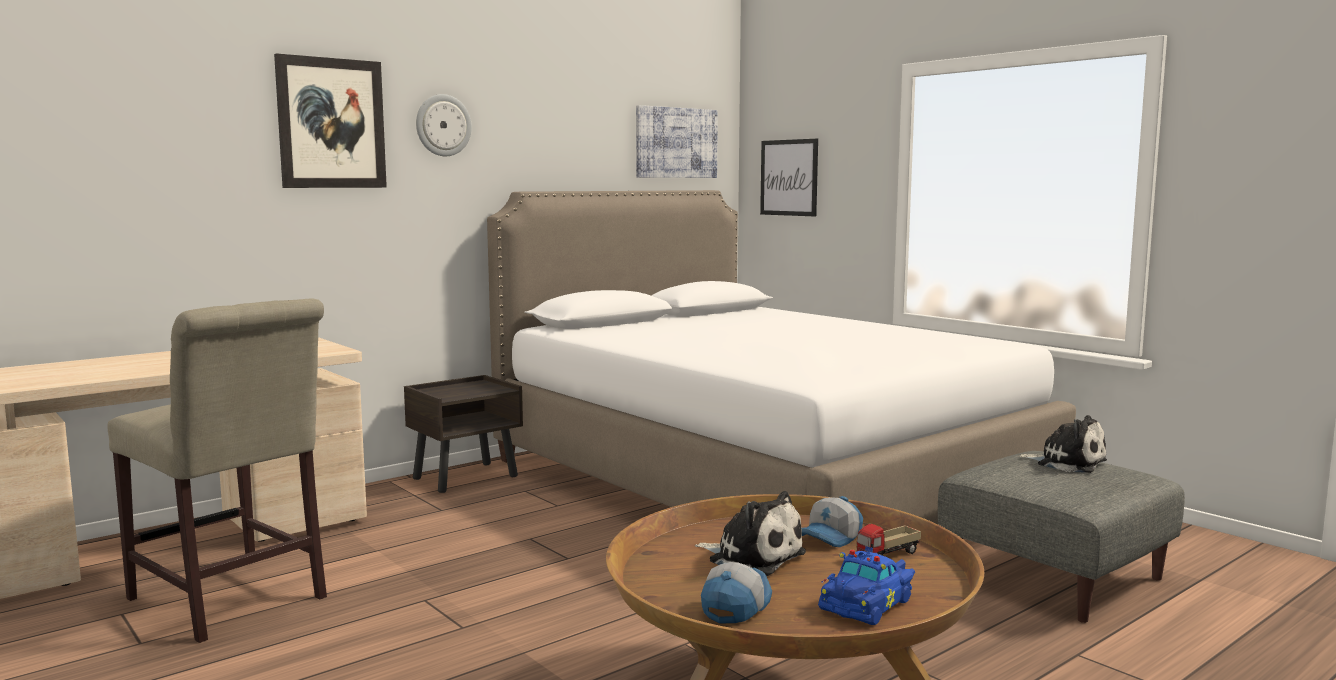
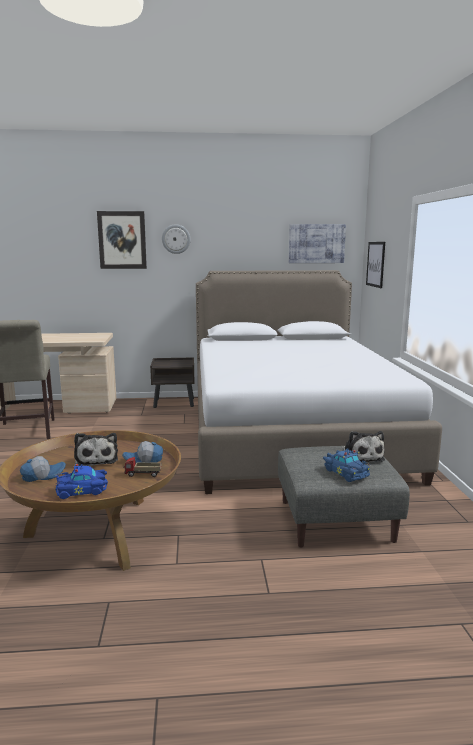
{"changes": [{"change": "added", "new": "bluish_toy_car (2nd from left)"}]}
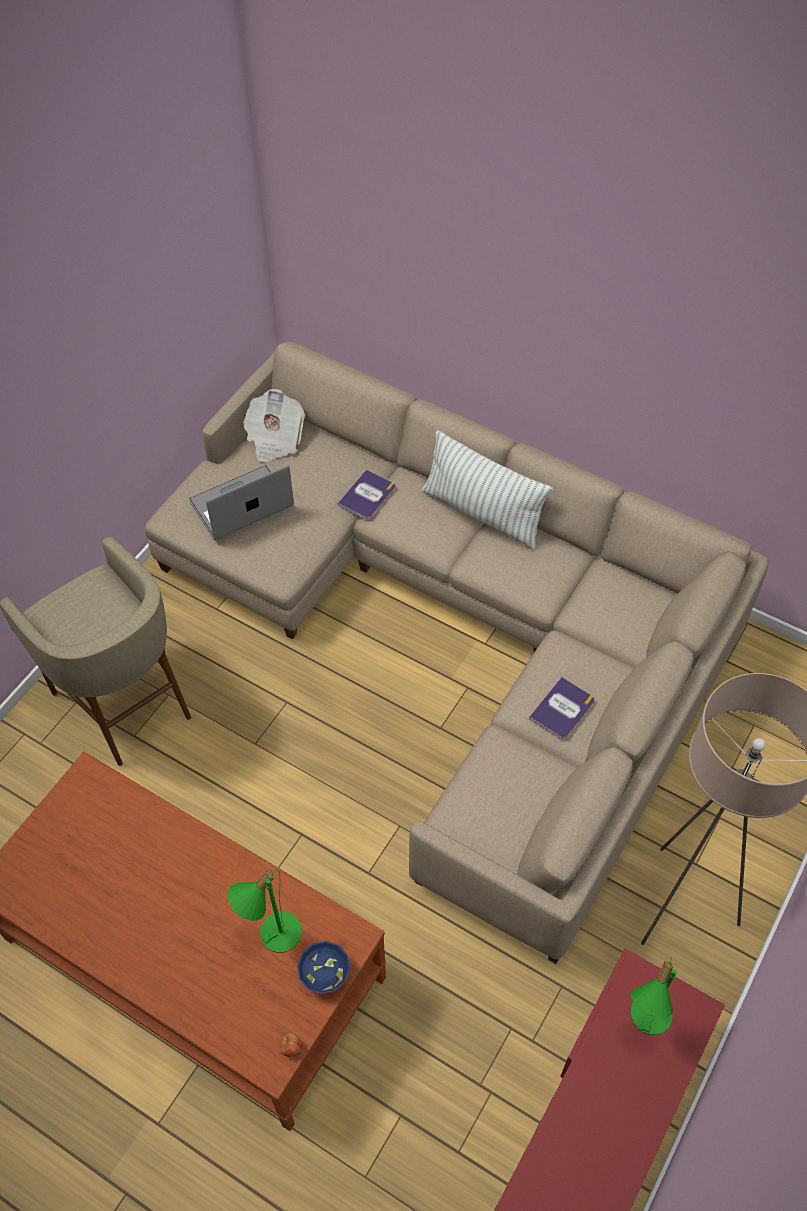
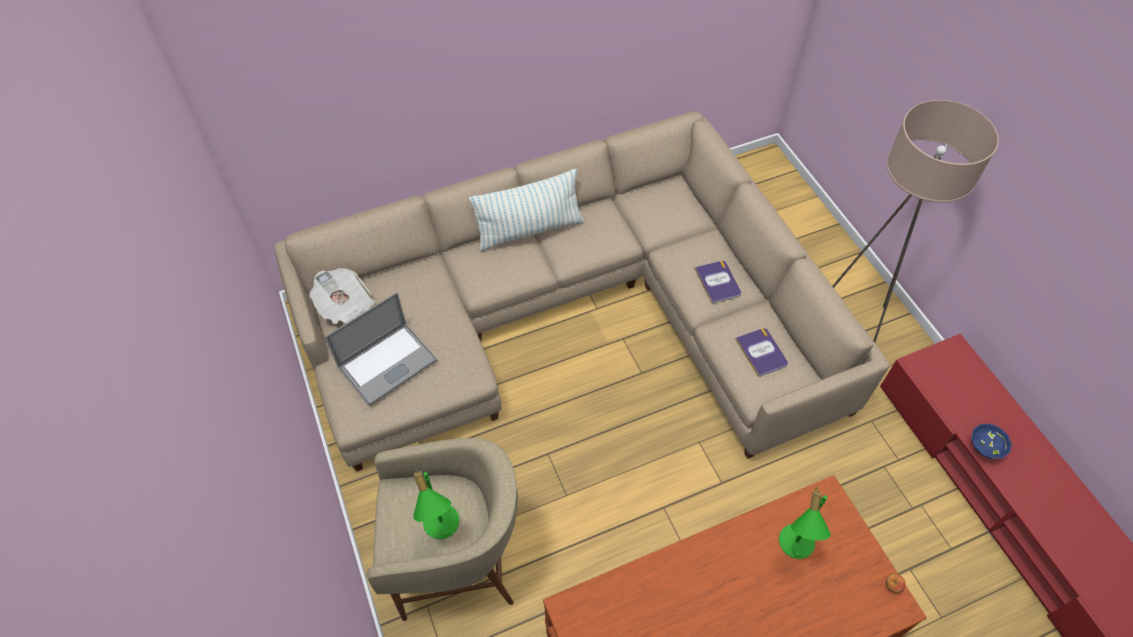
{"changes": [{"change": "turned", "old": "laptop", "degrees": -135}, {"change": "moved", "old": "bluish_bowl"}, {"change": "moved", "old": "volume (1st from left in the first image)", "new": "volume (2nd from left)"}, {"change": "moved", "old": "greenish_table_lamp (2nd from left in the first image)", "new": "greenish_table_lamp (1st from left)"}]}
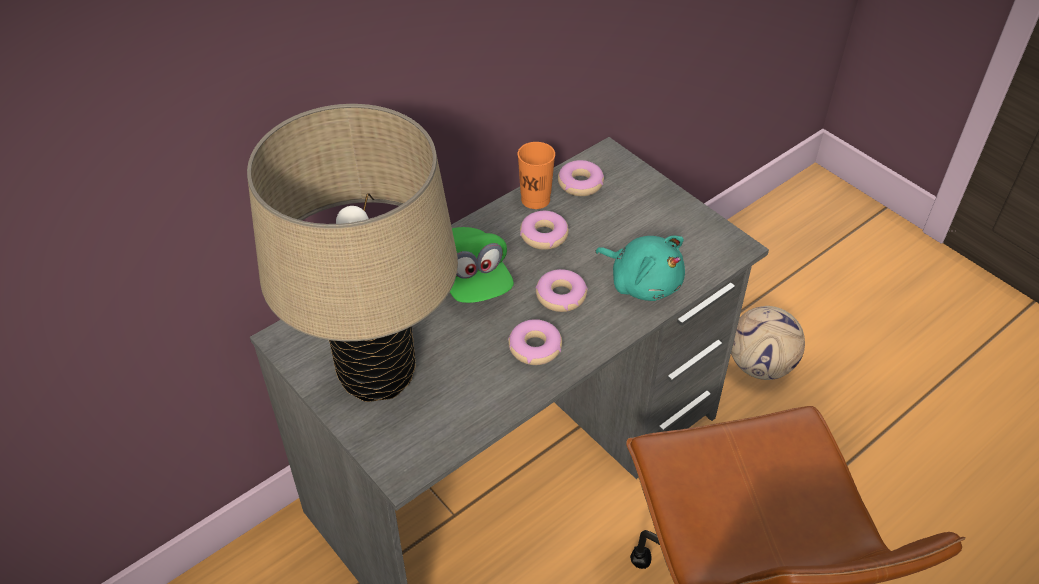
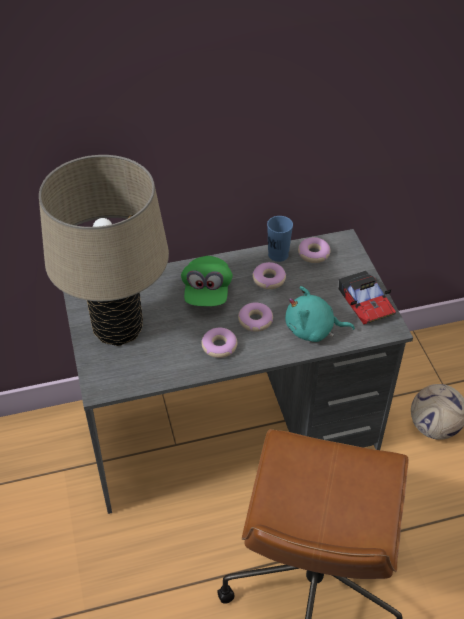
{"changes": [{"change": "recoloured", "old": "orange_drinking_cup", "new": "bluish_drinking_cup"}, {"change": "turned", "old": "turquoise_soft_toy", "degrees": 120}, {"change": "added", "new": "toy_car"}]}
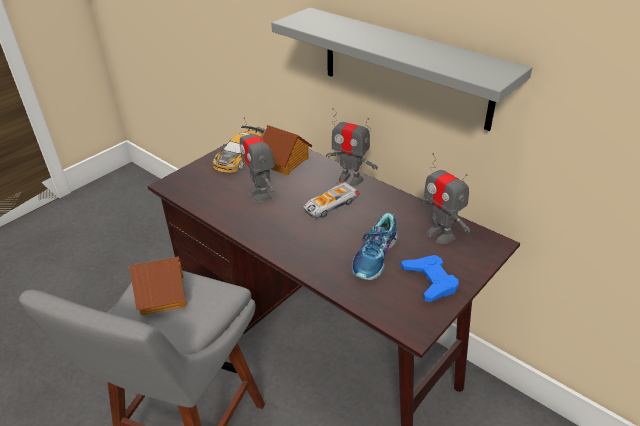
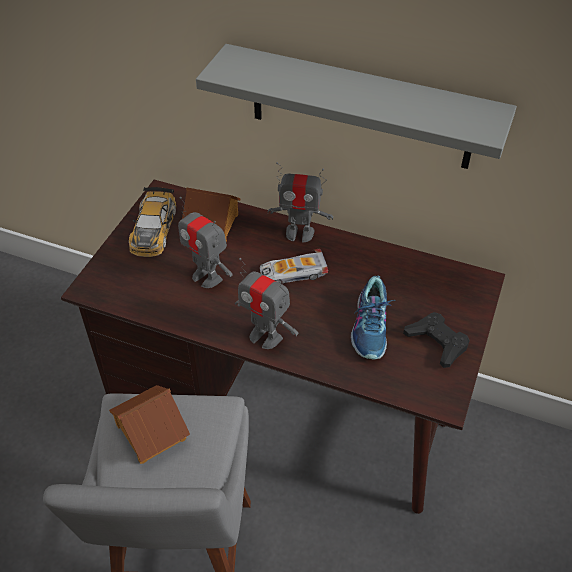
{"changes": [{"change": "turned", "old": "toy_car (2nd from left)", "degrees": 45}, {"change": "recoloured", "old": "bluish_game_controller", "new": "black-coloured_game_controller"}, {"change": "moved", "old": "model_robot (3rd from left in the first image)", "new": "model_robot (2nd from left)"}]}
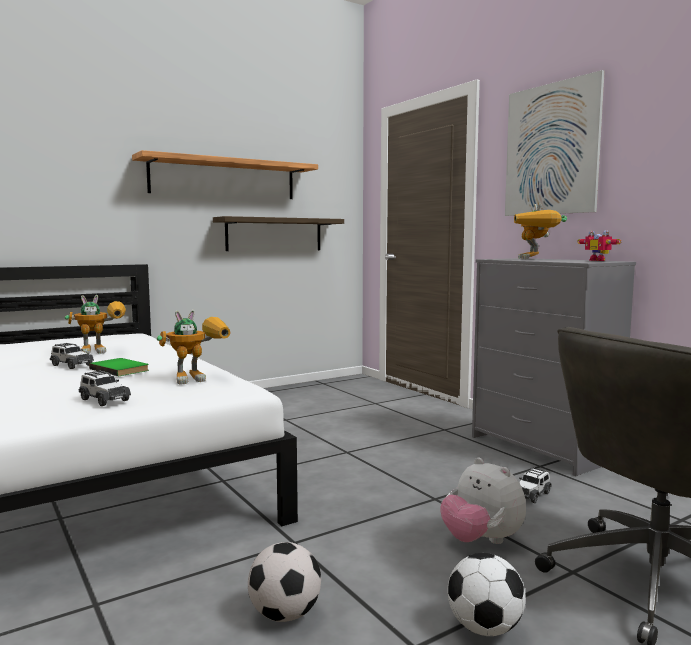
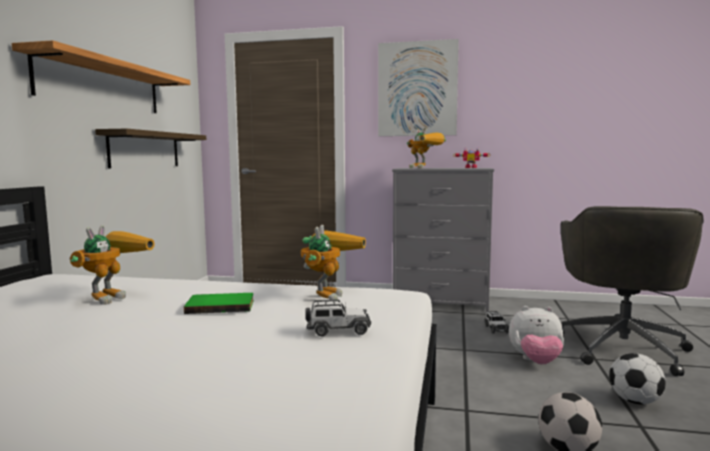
{"changes": [{"change": "removed", "old": "toy_car (1st from left)"}]}
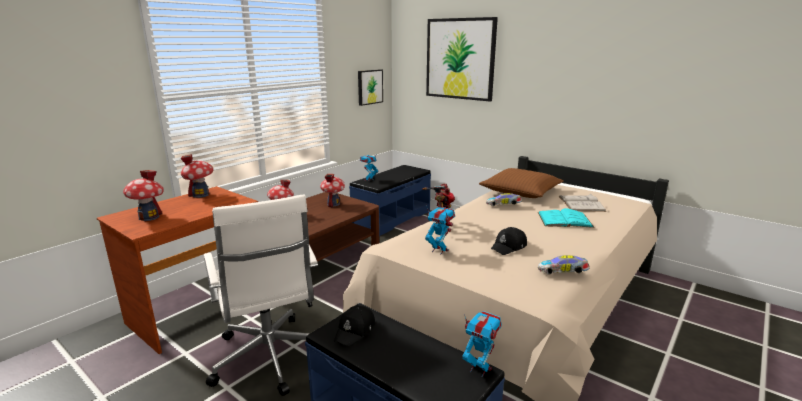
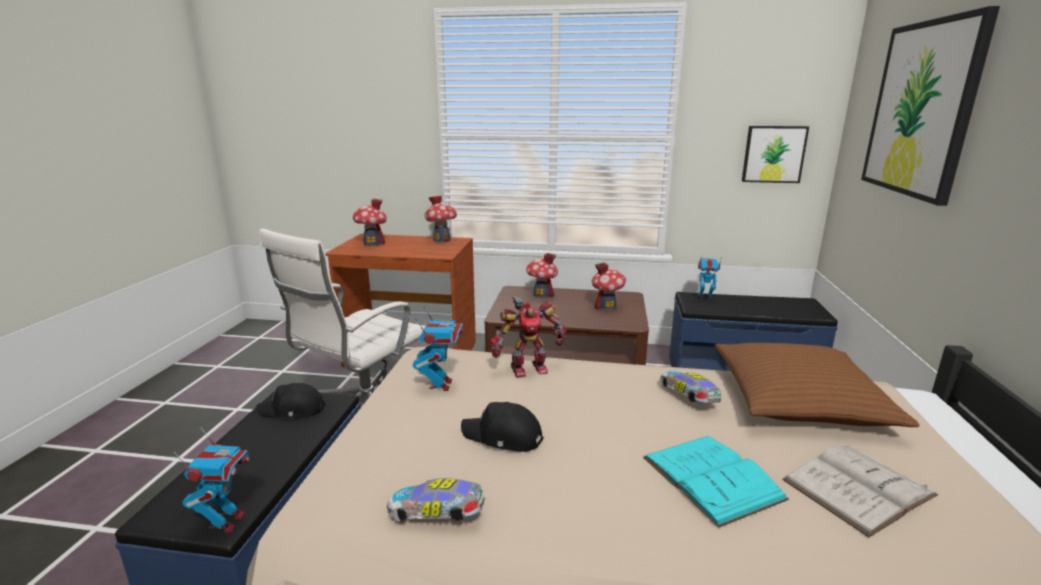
{"changes": [{"change": "turned", "old": "toy_car (2nd from left in the first image)", "degrees": -60}]}
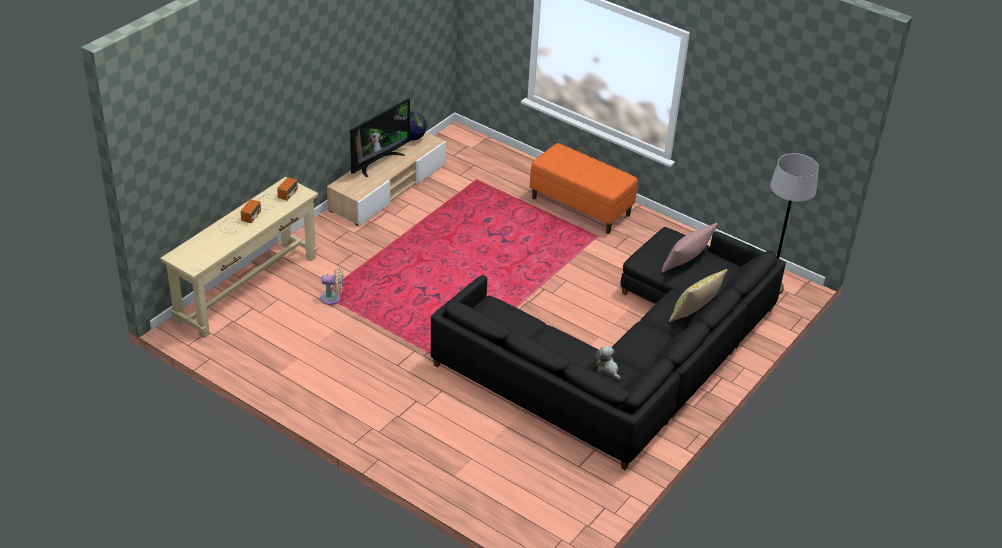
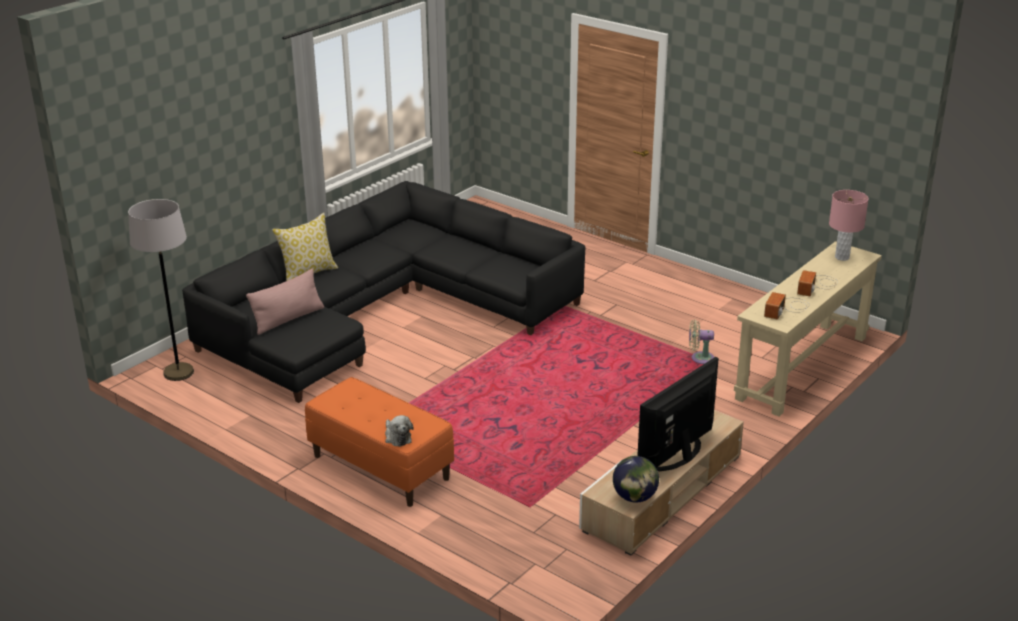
{"changes": [{"change": "moved", "old": "soft_toy"}, {"change": "added", "new": "pink-coloured_table_lamp"}]}
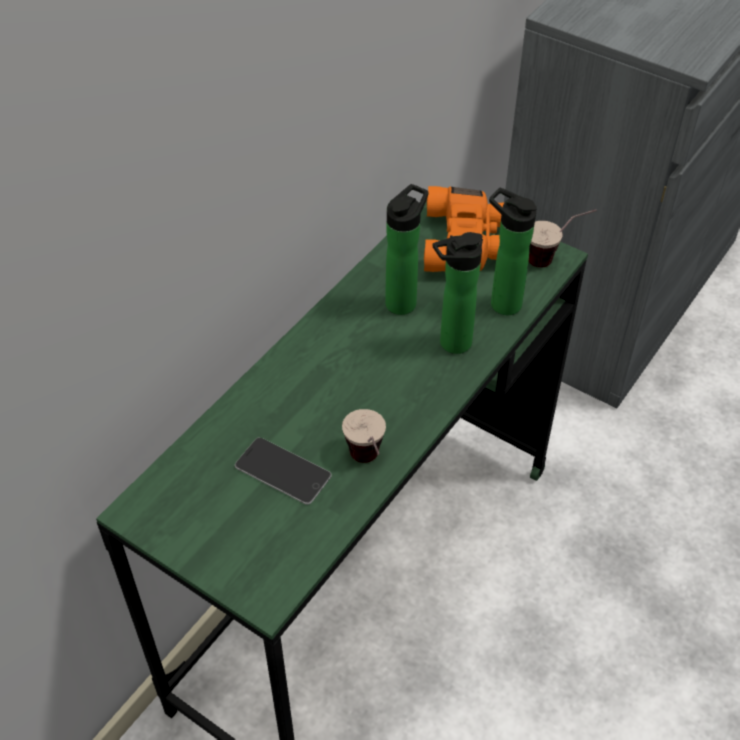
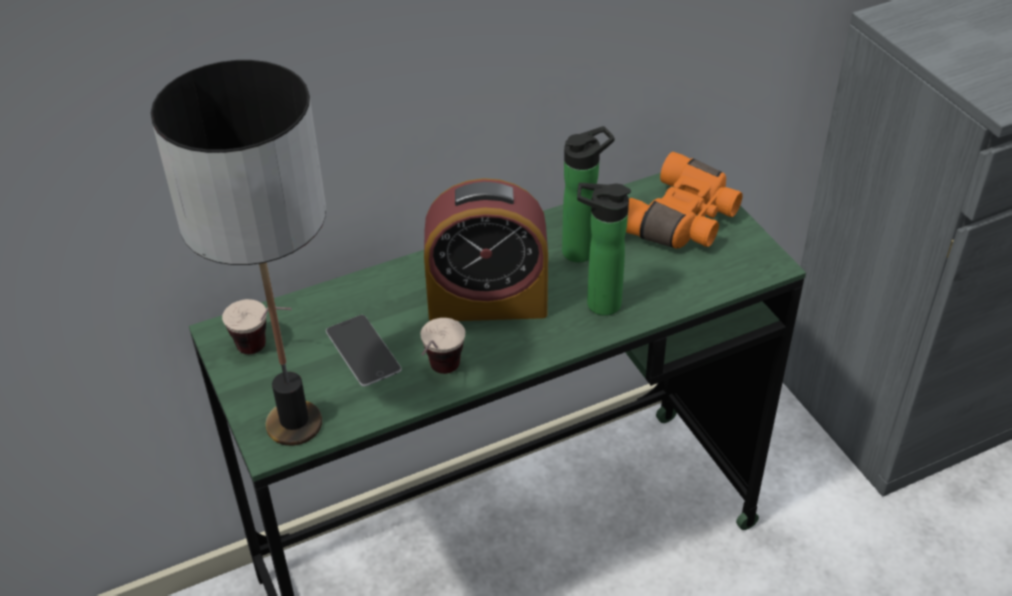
{"changes": [{"change": "removed", "old": "beverage_bottle (3rd from left)"}, {"change": "moved", "old": "drinking_cup (2nd from left in the first image)", "new": "drinking_cup (1st from left)"}, {"change": "added", "new": "table_lamp"}, {"change": "added", "new": "bedside_clock"}]}
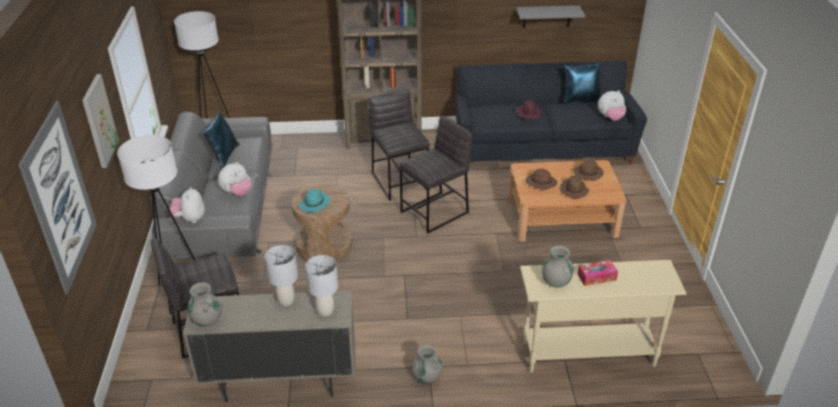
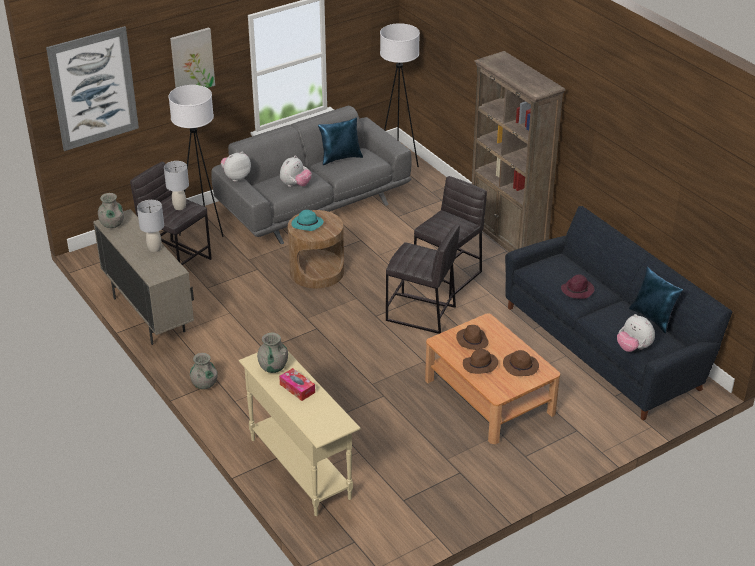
{"changes": [{"change": "turned", "old": "soft_toy (2nd from left)", "degrees": -75}, {"change": "moved", "old": "greyish_table_lamp (2nd from left)"}, {"change": "removed", "old": "greyish_wall_shelf"}]}
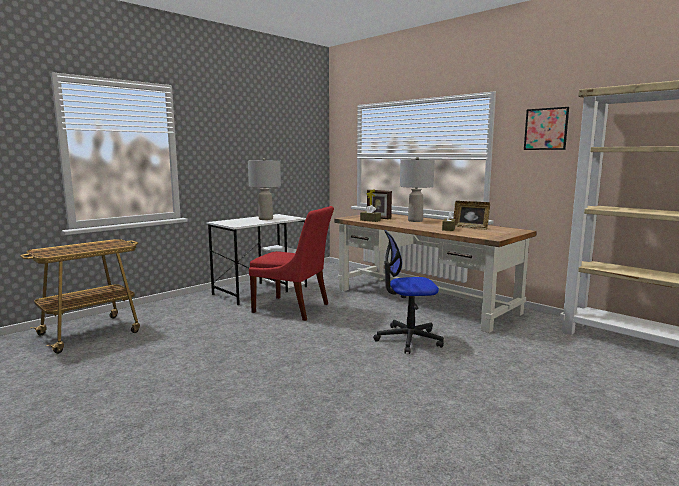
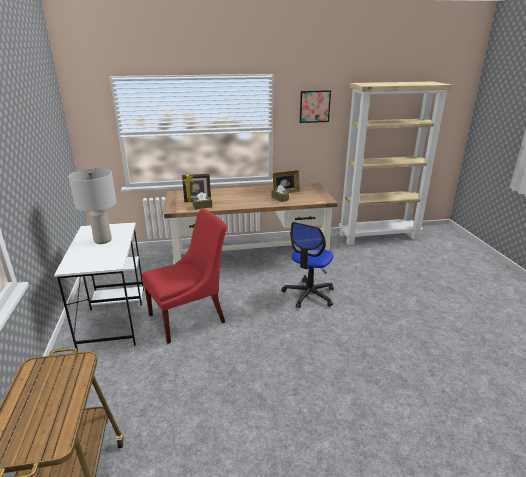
{"changes": [{"change": "removed", "old": "greyish_table_lamp (2nd from left)"}]}
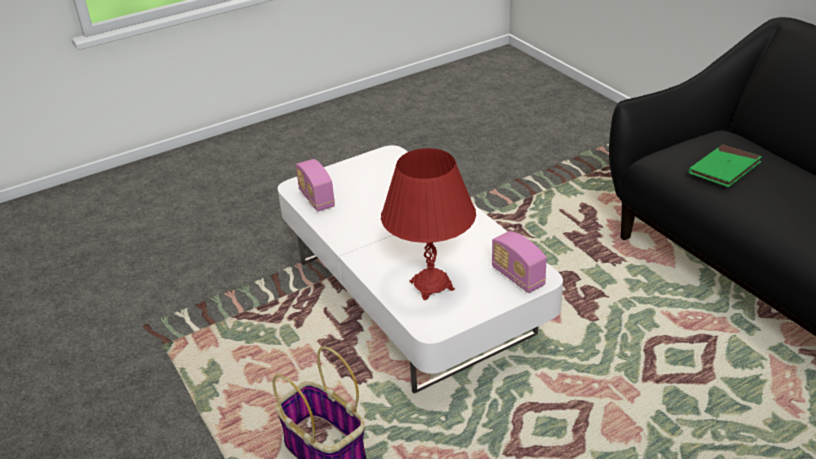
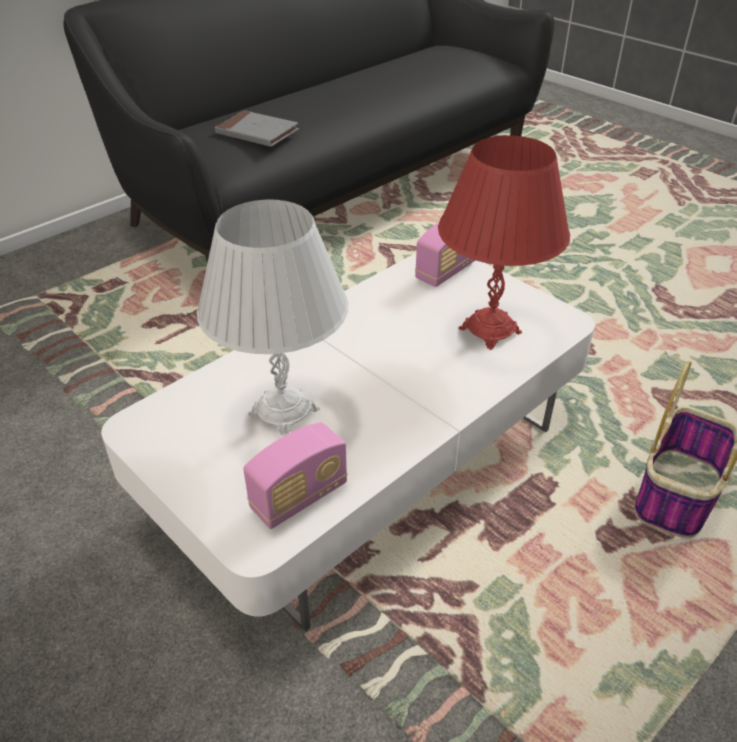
{"changes": [{"change": "recoloured", "old": "greenish_volume", "new": "greyish_volume"}, {"change": "added", "new": "white-coloured_table_lamp"}]}
